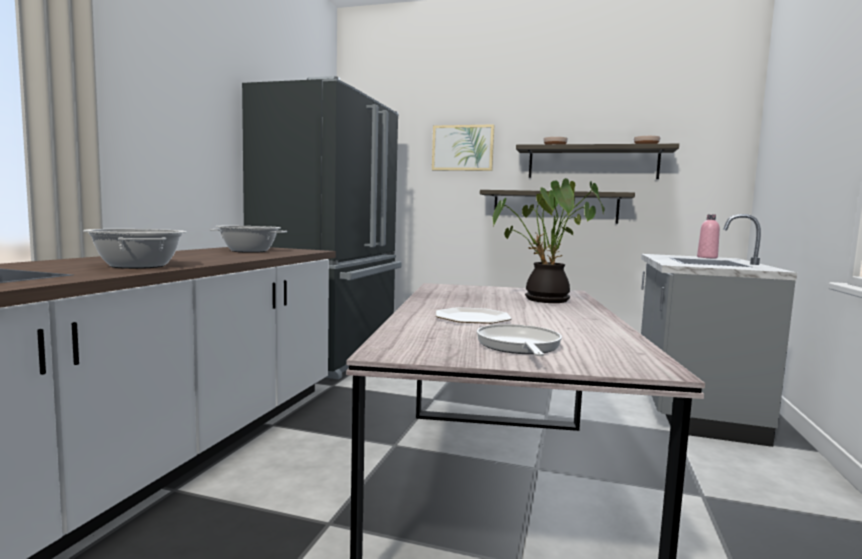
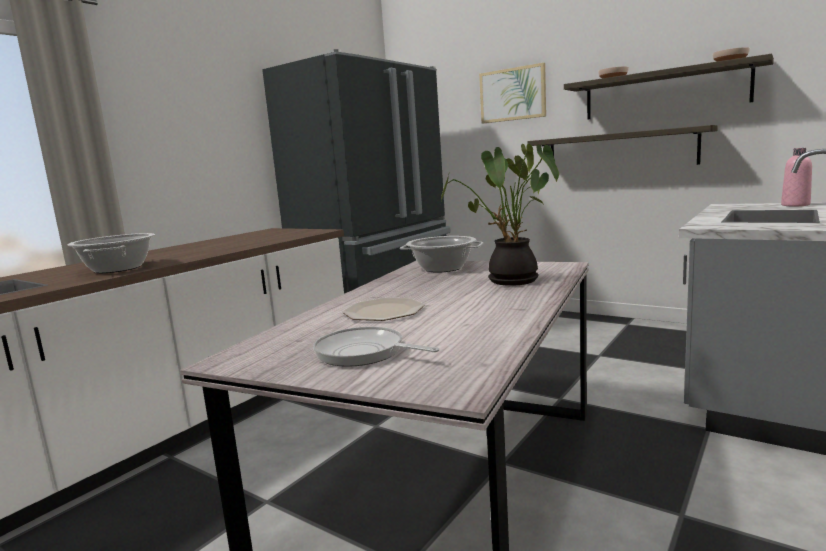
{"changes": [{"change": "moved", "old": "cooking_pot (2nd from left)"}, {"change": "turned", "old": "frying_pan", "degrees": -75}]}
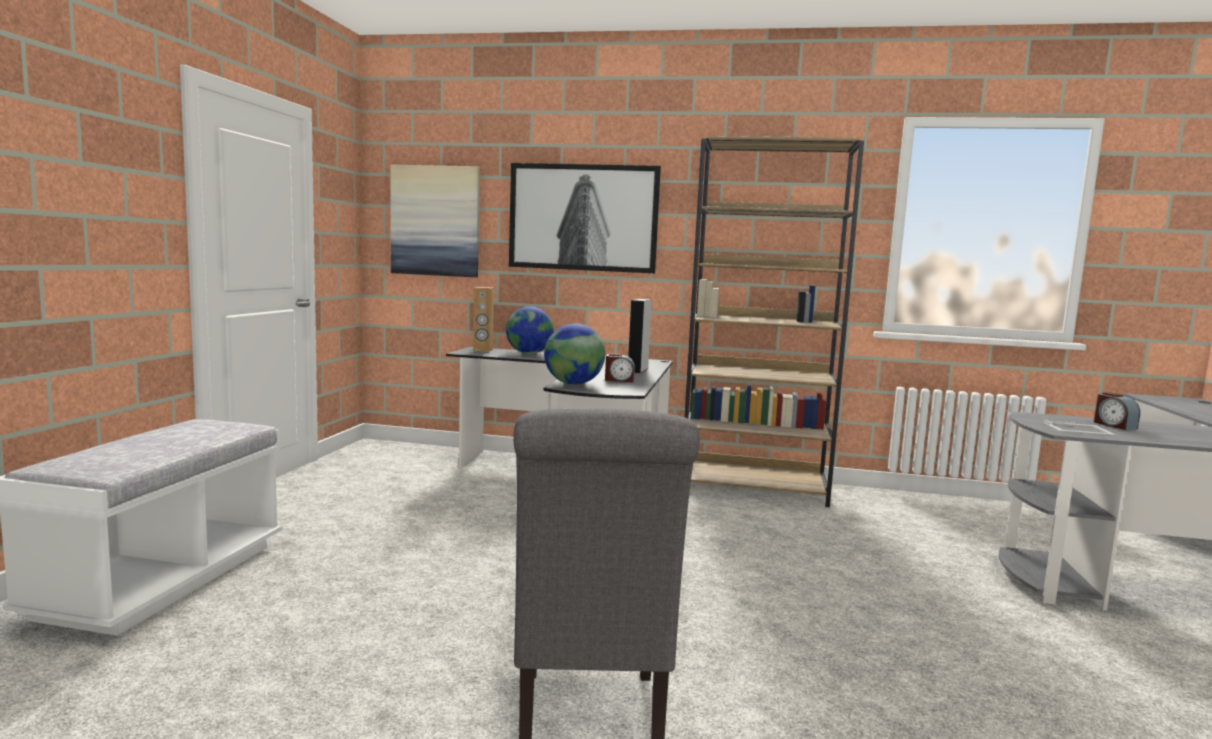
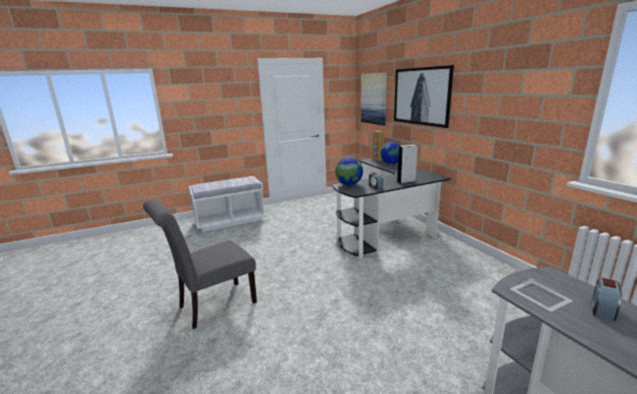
{"changes": [{"change": "removed", "old": "brown-coloured_shelving_unit"}]}
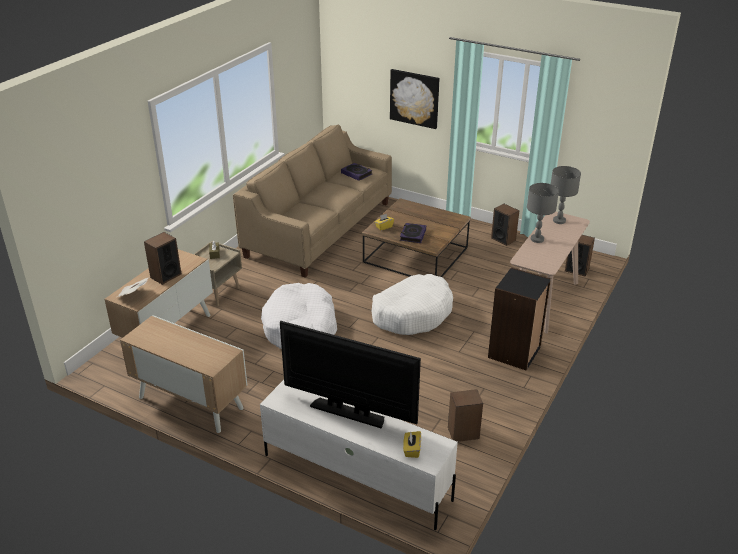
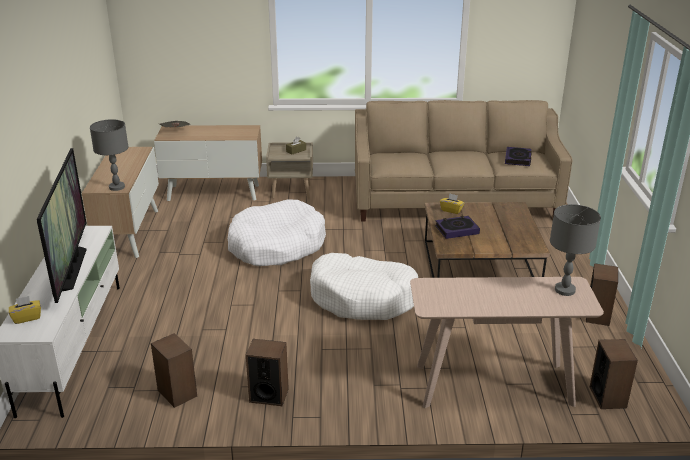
{"changes": [{"change": "moved", "old": "speaker (1st from left in the first image)", "new": "speaker (2nd from left)"}, {"change": "removed", "old": "wall_art"}, {"change": "removed", "old": "black-coloured_shelving_unit"}, {"change": "moved", "old": "greyish_table_lamp (1st from left)"}]}
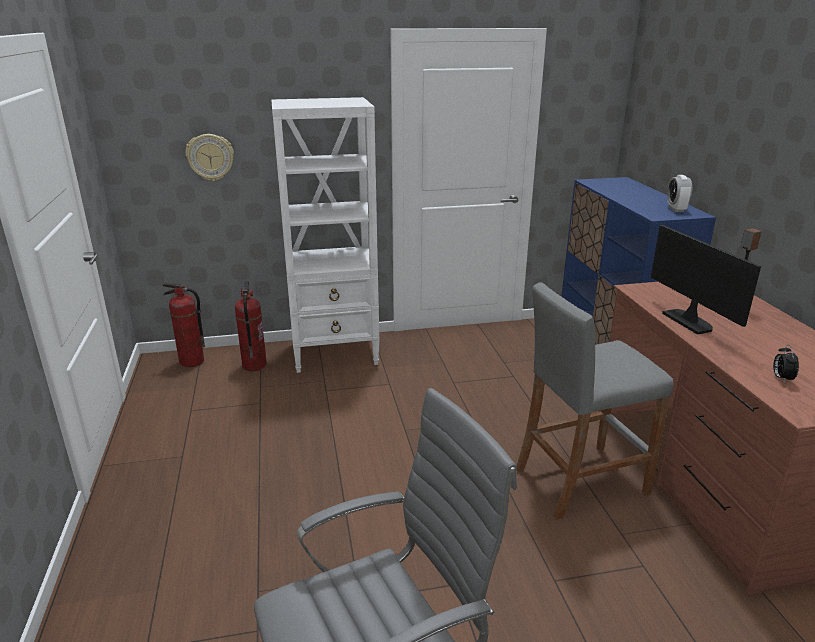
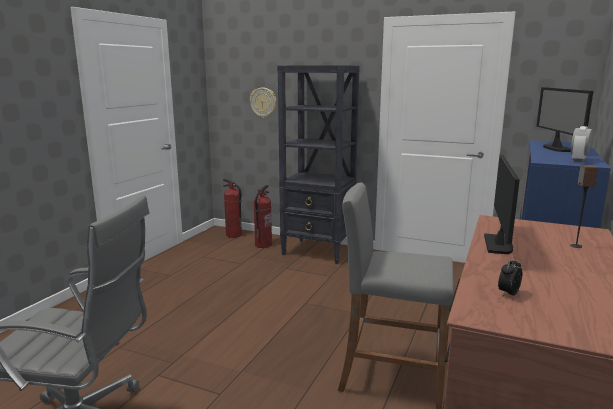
{"changes": [{"change": "recoloured", "old": "white-coloured_shelving_unit", "new": "black-coloured_shelving_unit"}, {"change": "added", "new": "monitor (2nd from left)"}]}
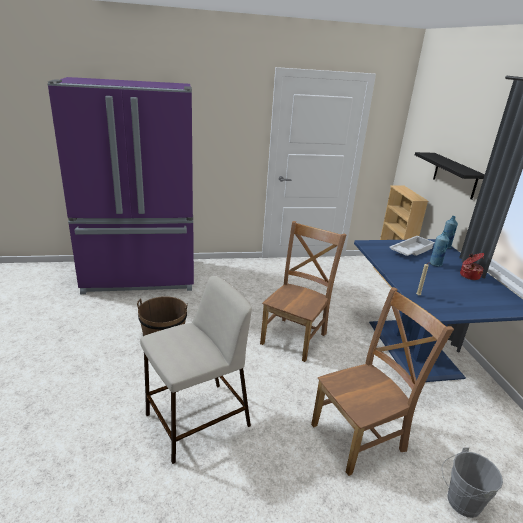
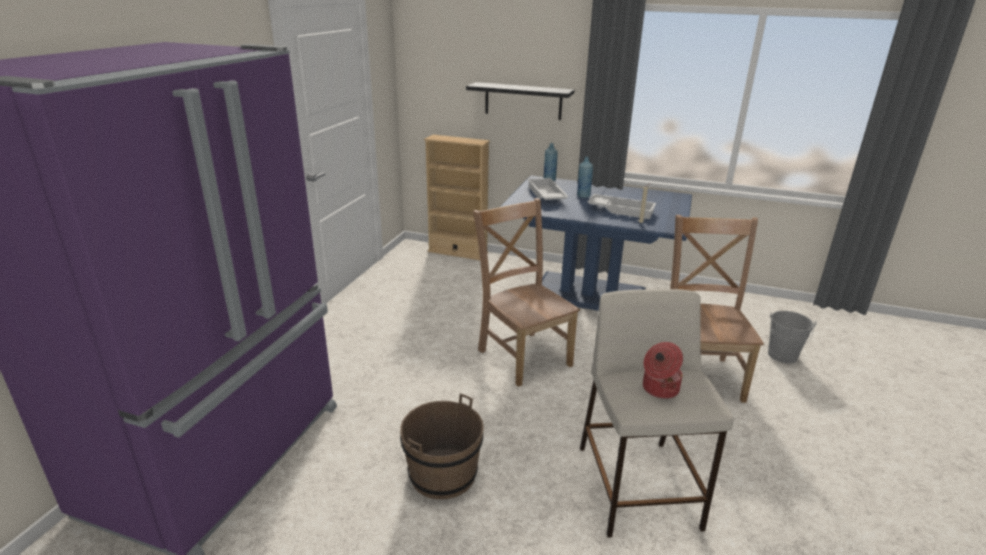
{"changes": [{"change": "moved", "old": "cooking_pot"}, {"change": "added", "new": "white-coloured_serving_tray (2nd from left)"}]}
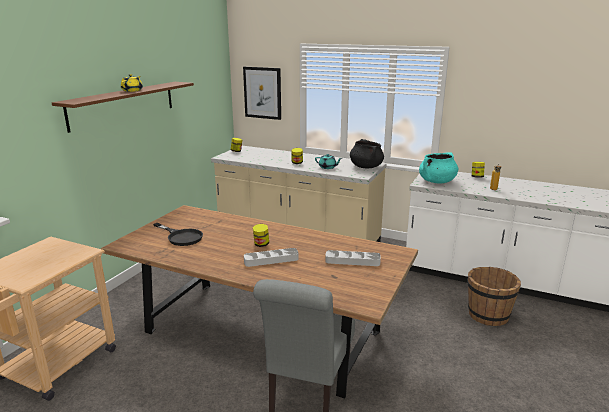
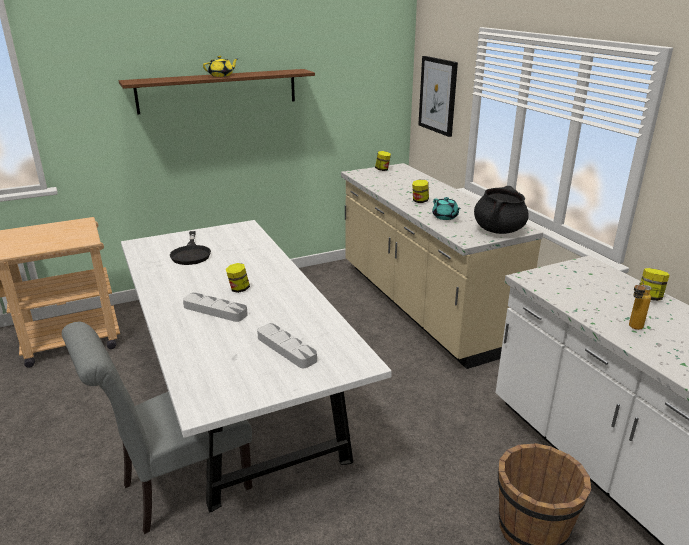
{"changes": [{"change": "recoloured", "old": "brown-coloured_dinner_table", "new": "white-coloured_dinner_table"}, {"change": "removed", "old": "turquoise_cooking_pot"}]}
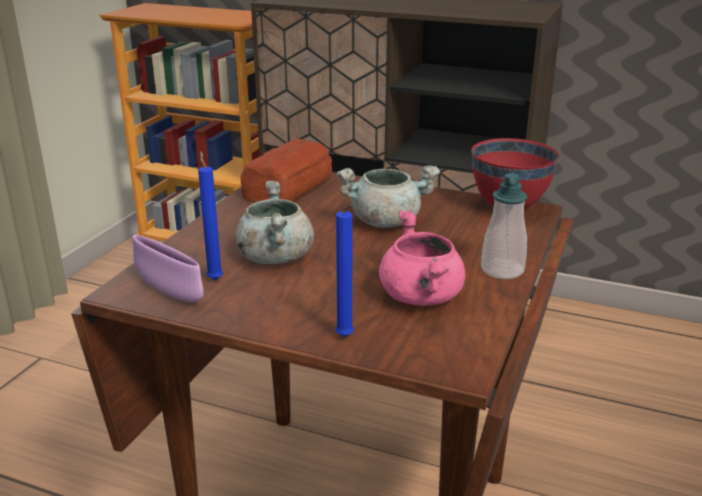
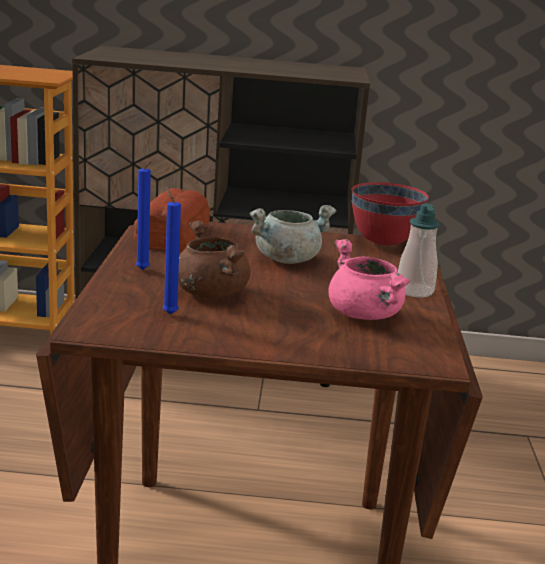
{"changes": [{"change": "removed", "old": "purple_bowl"}, {"change": "recoloured", "old": "greyish_cooking_pot (1st from left)", "new": "brown-coloured_cooking_pot"}, {"change": "moved", "old": "bluish_wax_candle (2nd from left in the first image)", "new": "bluish_wax_candle (1st from left)"}]}
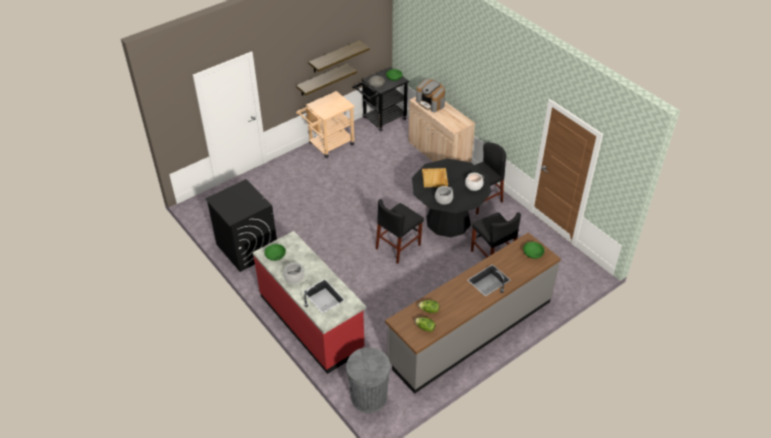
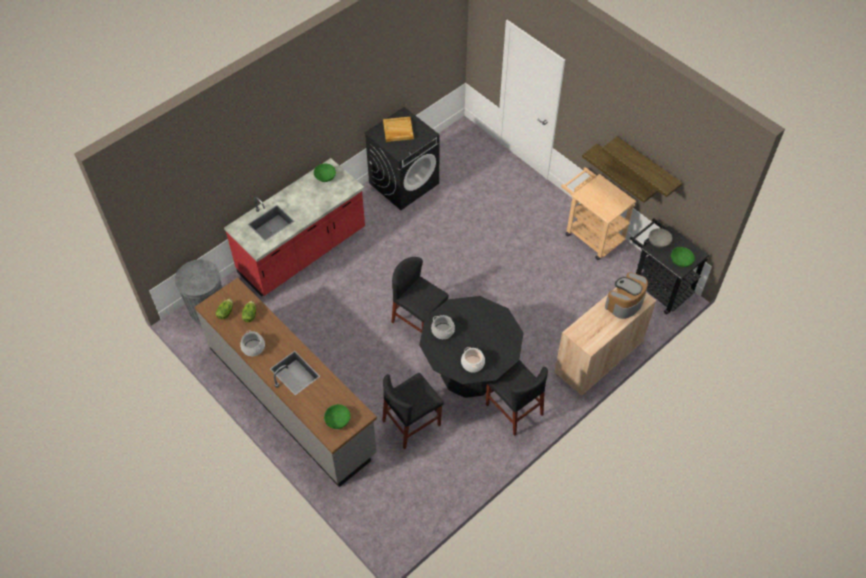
{"changes": [{"change": "moved", "old": "cooking_pot (1st from left)"}, {"change": "moved", "old": "beige-coloured_serving_tray"}]}
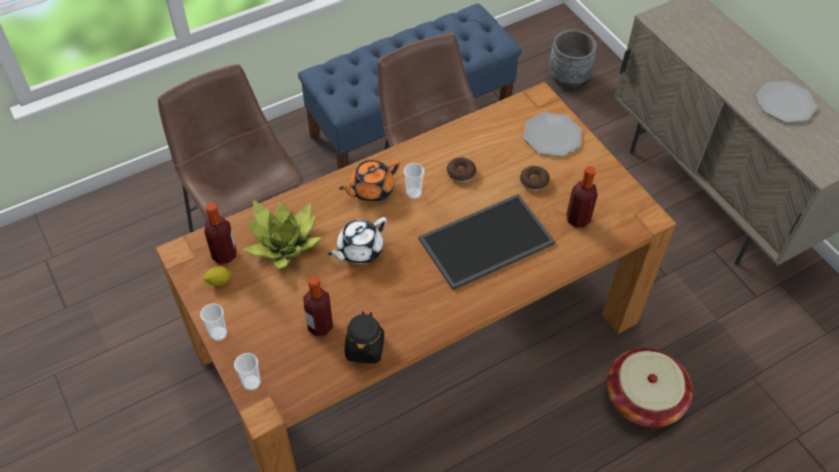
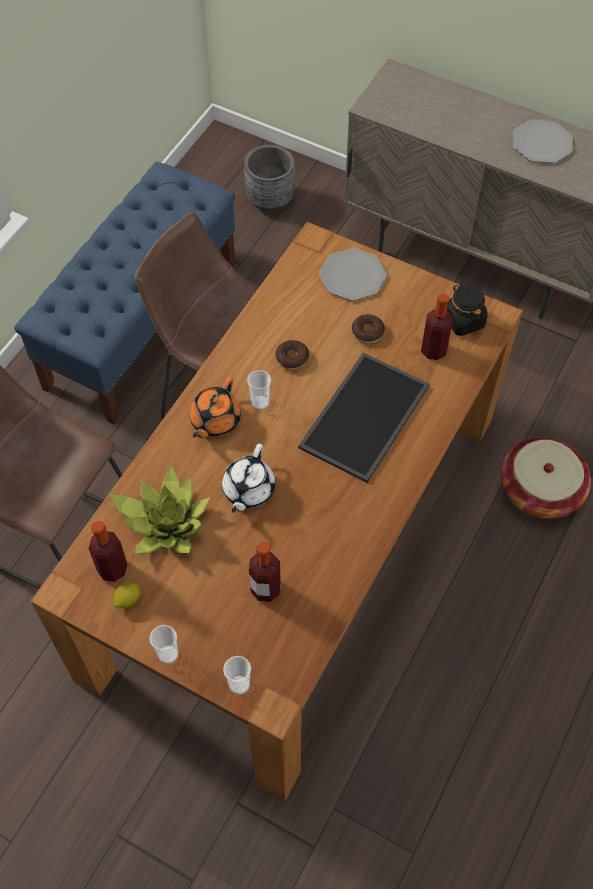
{"changes": [{"change": "moved", "old": "black-coloured_jar"}]}
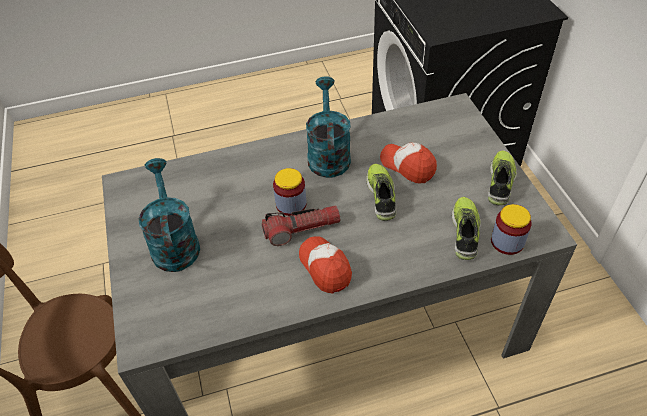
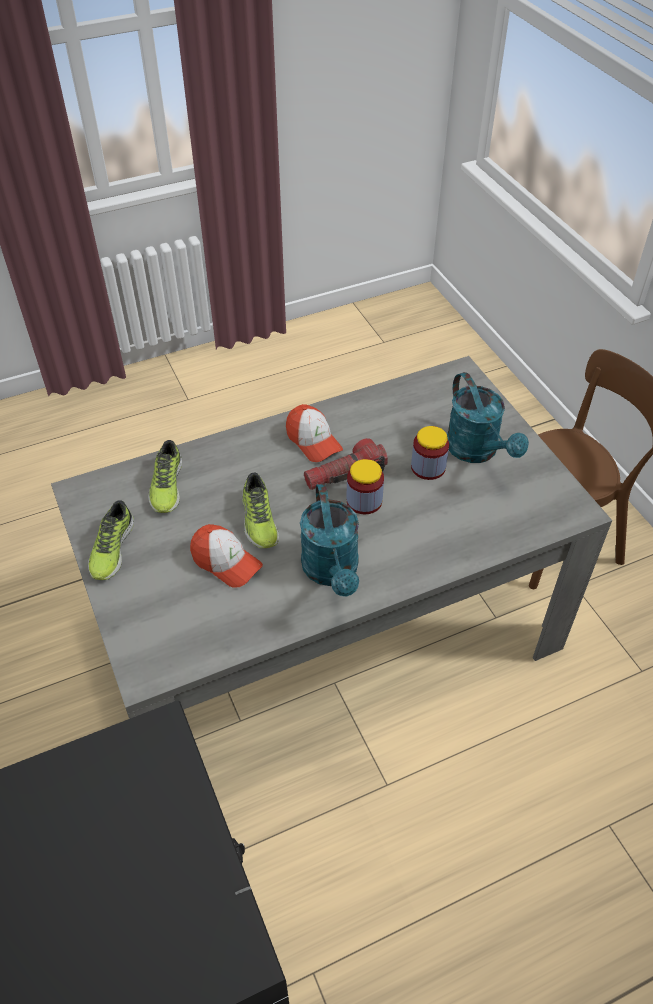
{"changes": [{"change": "moved", "old": "jar (2nd from left)"}]}
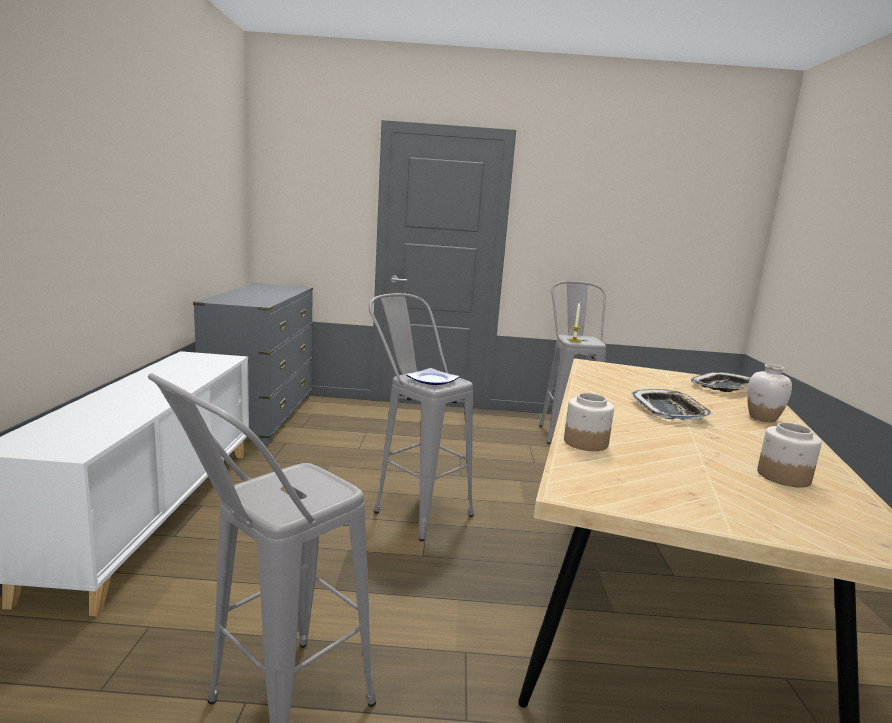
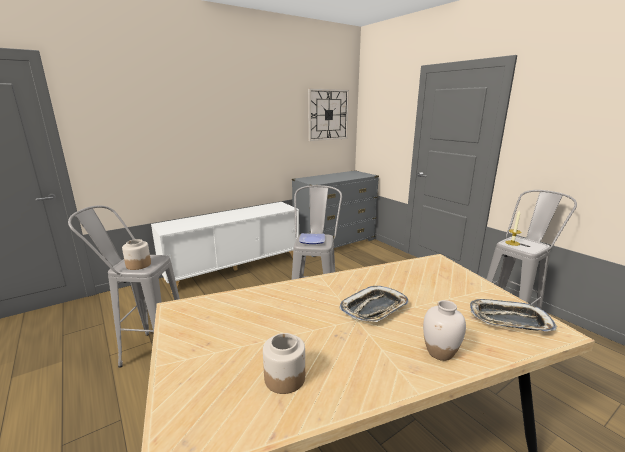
{"changes": [{"change": "moved", "old": "jar (1st from left)"}, {"change": "added", "new": "wall_clock"}]}
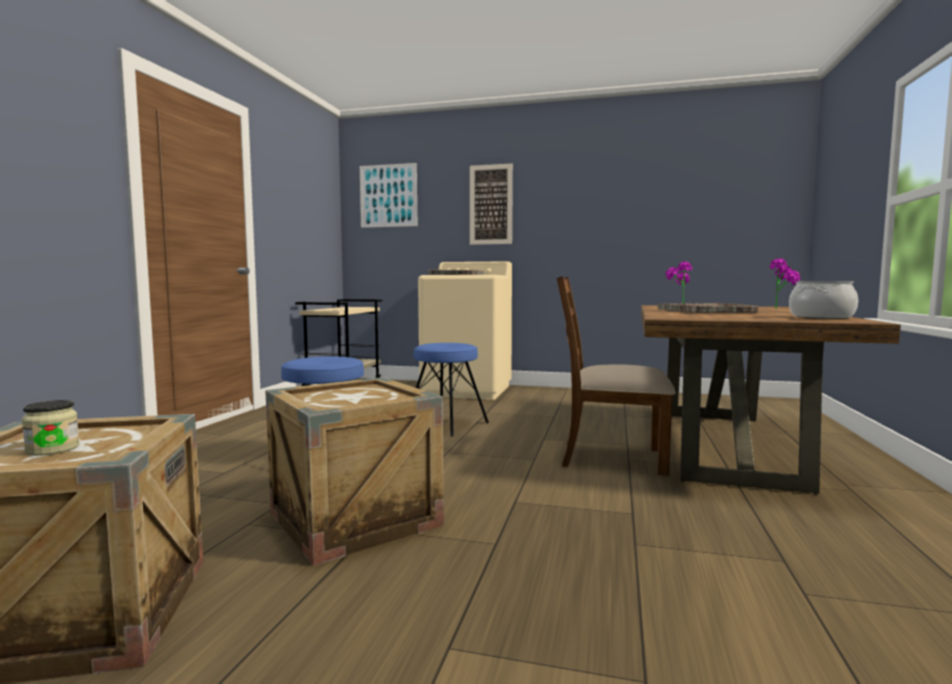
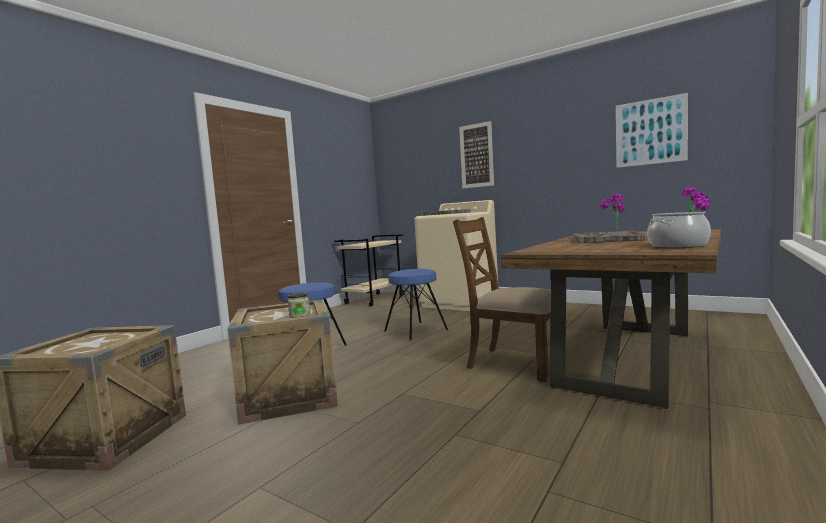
{"changes": [{"change": "moved", "old": "jar"}, {"change": "moved", "old": "wall_art (1st from left in the first image)", "new": "wall_art (2nd from left)"}]}
